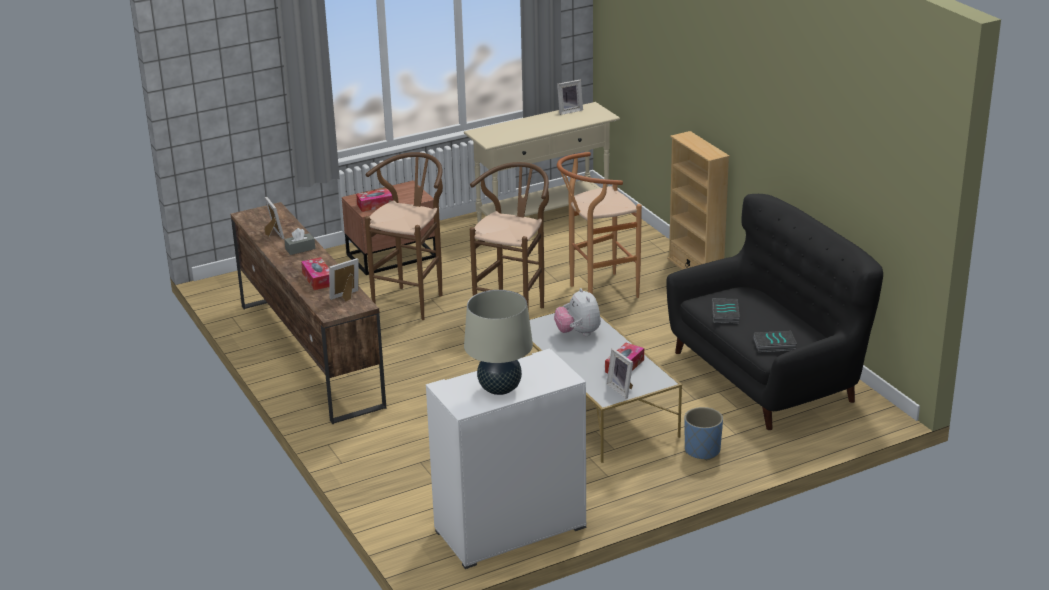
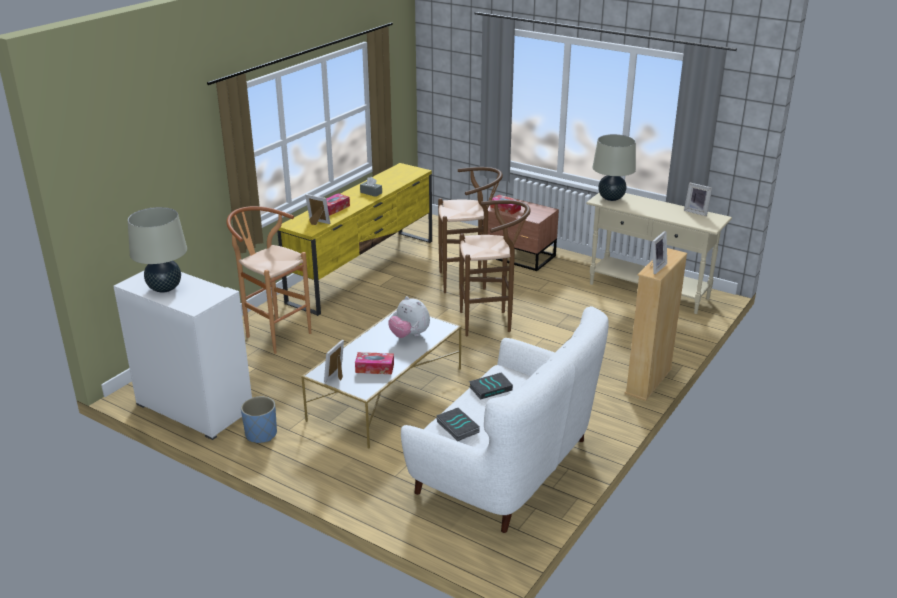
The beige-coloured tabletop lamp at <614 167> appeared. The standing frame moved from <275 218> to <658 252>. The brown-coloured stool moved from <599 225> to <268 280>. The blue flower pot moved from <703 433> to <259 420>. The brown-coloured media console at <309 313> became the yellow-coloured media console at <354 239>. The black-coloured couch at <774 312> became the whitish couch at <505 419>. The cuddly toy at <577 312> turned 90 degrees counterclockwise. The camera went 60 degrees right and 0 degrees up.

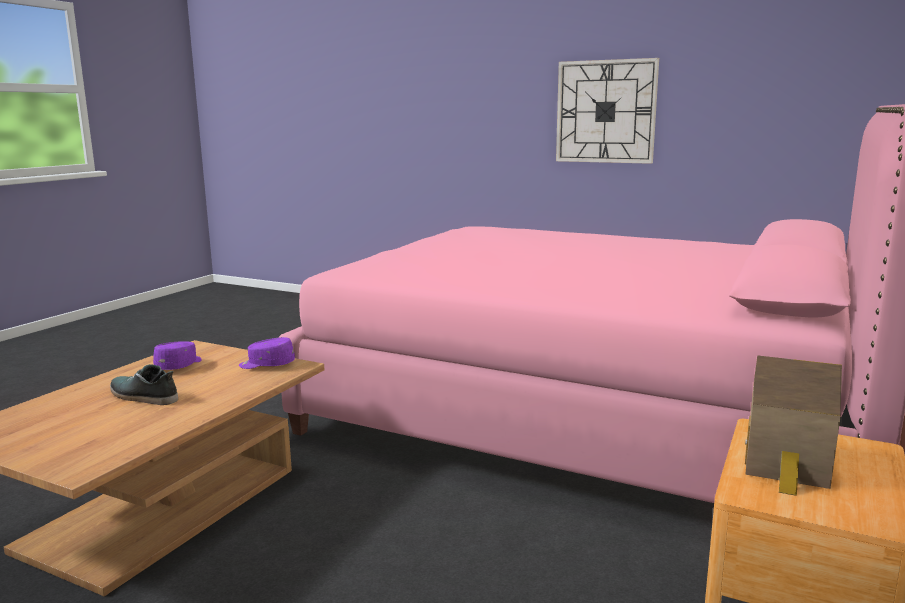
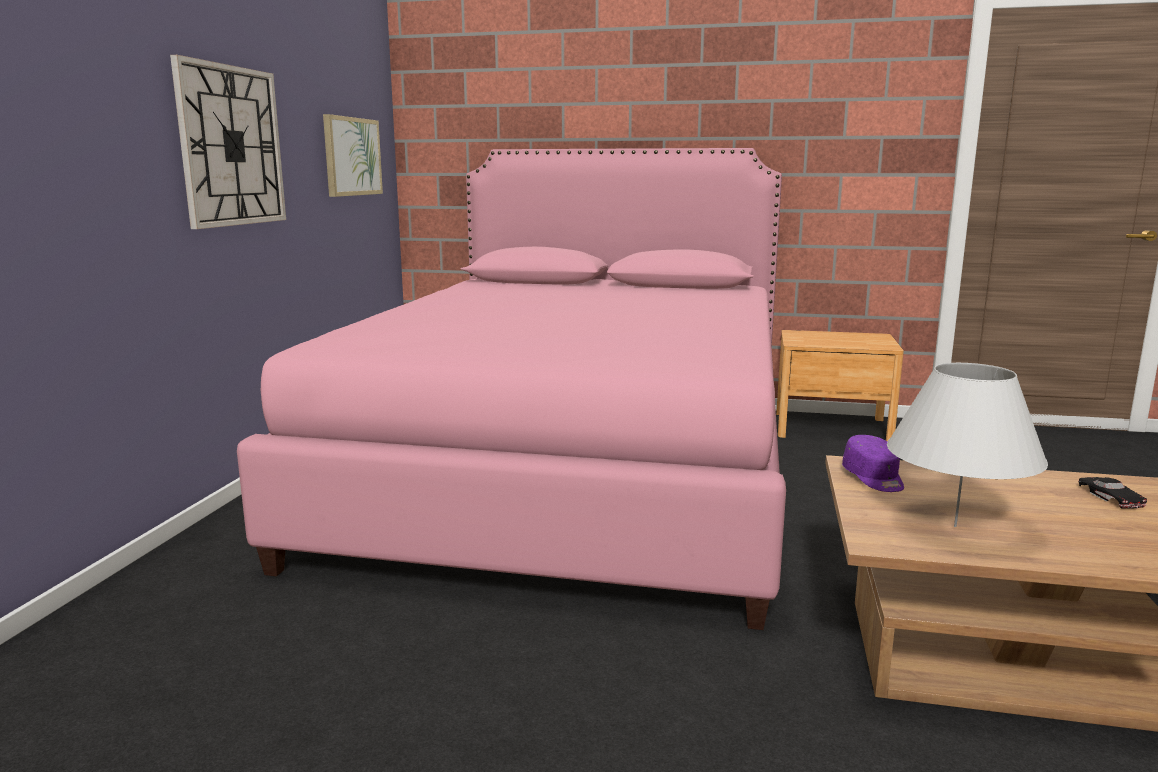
The item of footwear at <144 384> disappeared. The miniature house at <793 425> disappeared. The wall art at <353 155> appeared. The black-coloured miniature car at <1112 493> appeared. The purple-coloured peaked cap at <177 355> was replaced by the whitish tabletop lamp at <967 445>. The camera went 105 degrees left and 0 degrees up.

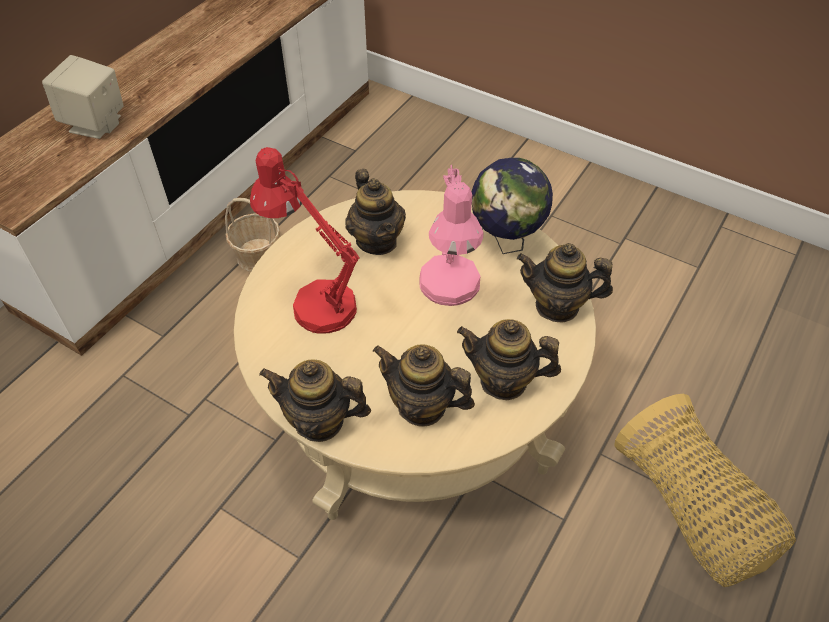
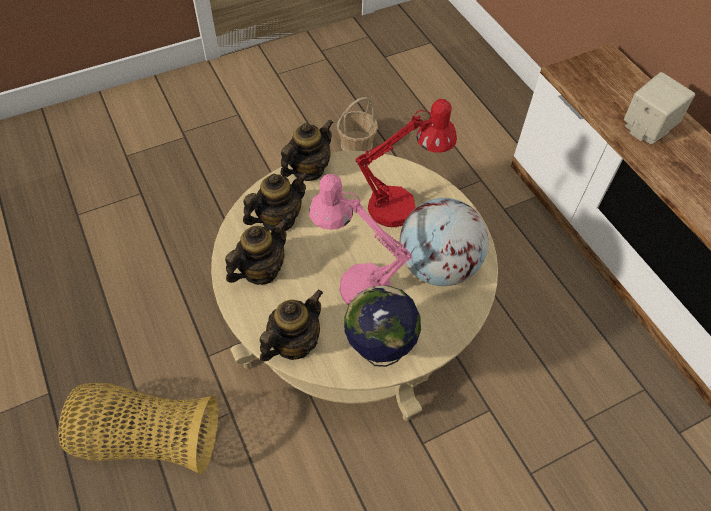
The household basket moved from <252 235> to <357 124>. The tea pot at <375 212> was replaced by the desk globe at <443 242>. The camera went 120 degrees right and 5 degrees up.

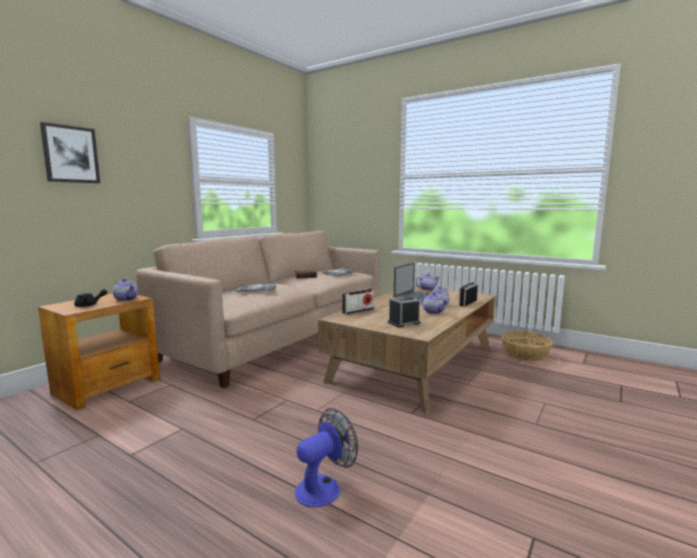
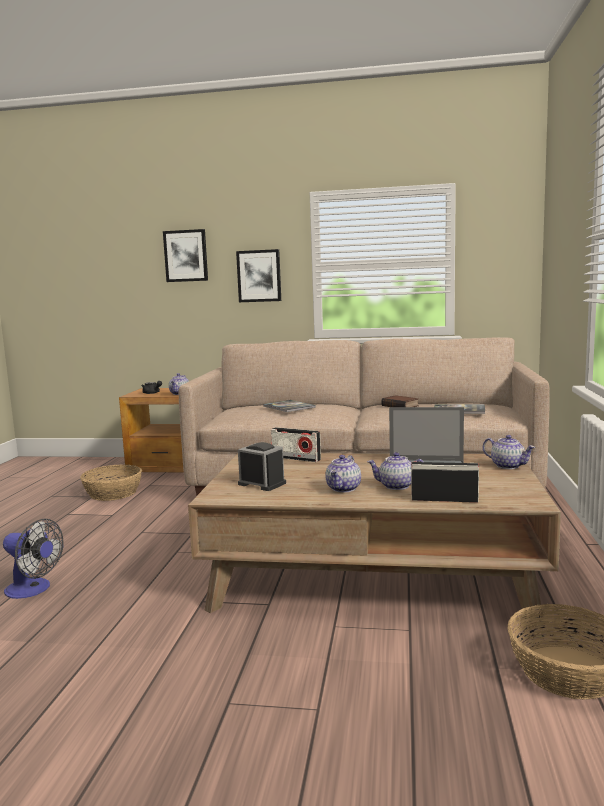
The household basket at <111 483> appeared. The wall art at <258 275> appeared. The camera went 65 degrees right and 0 degrees up.

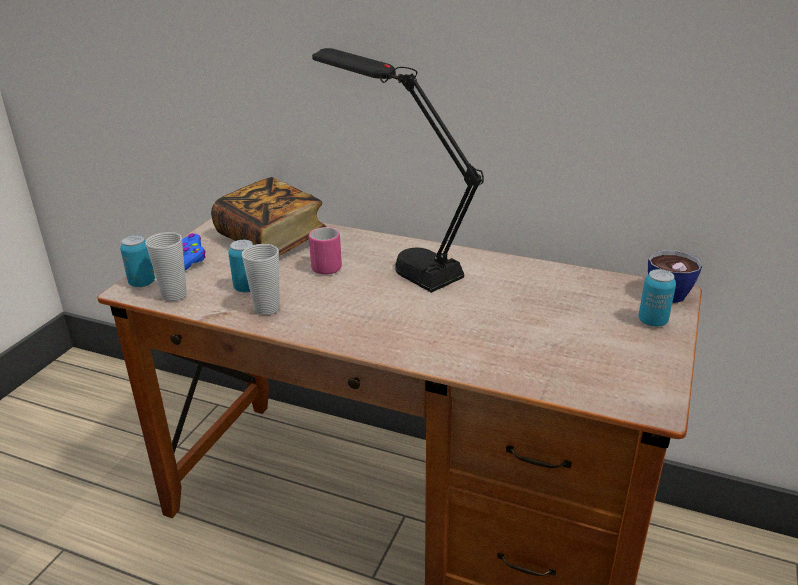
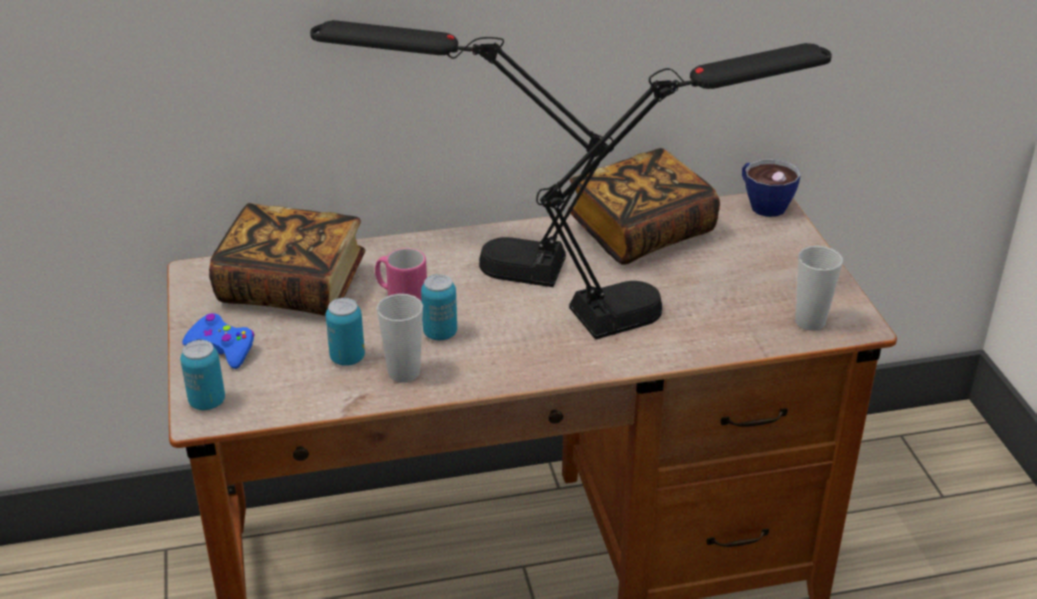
The black-coloured tabletop lamp at <684 191> appeared. The book at <644 206> appeared. The small cup moved from <166 266> to <819 288>. The metal can moved from <657 298> to <439 307>. The camera went 35 degrees left and 5 degrees up.

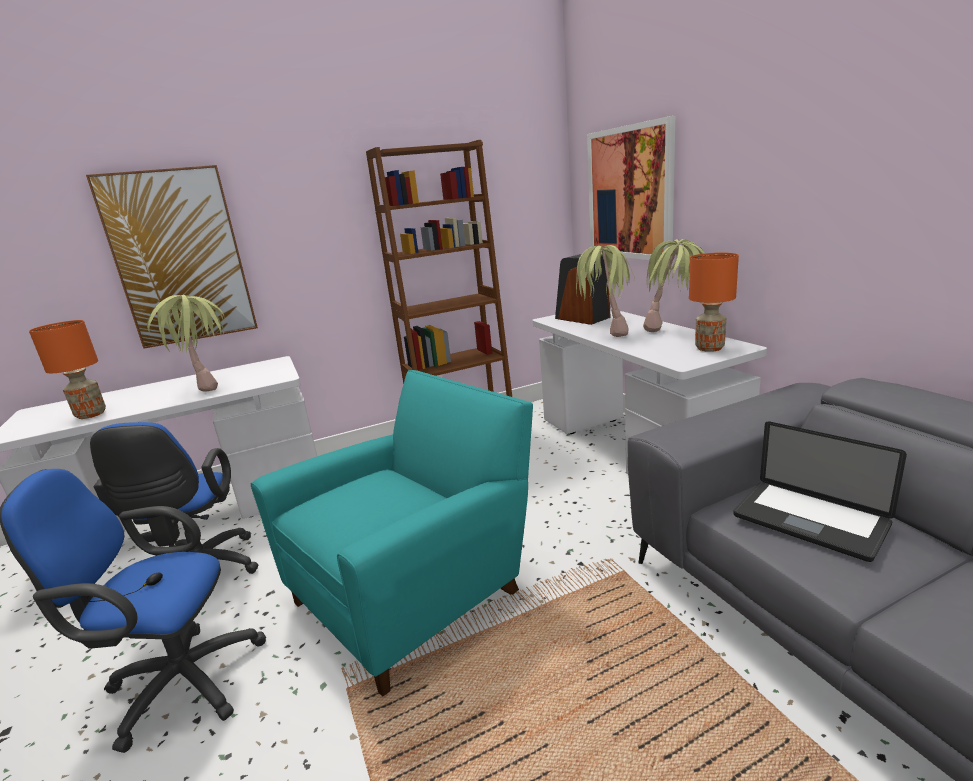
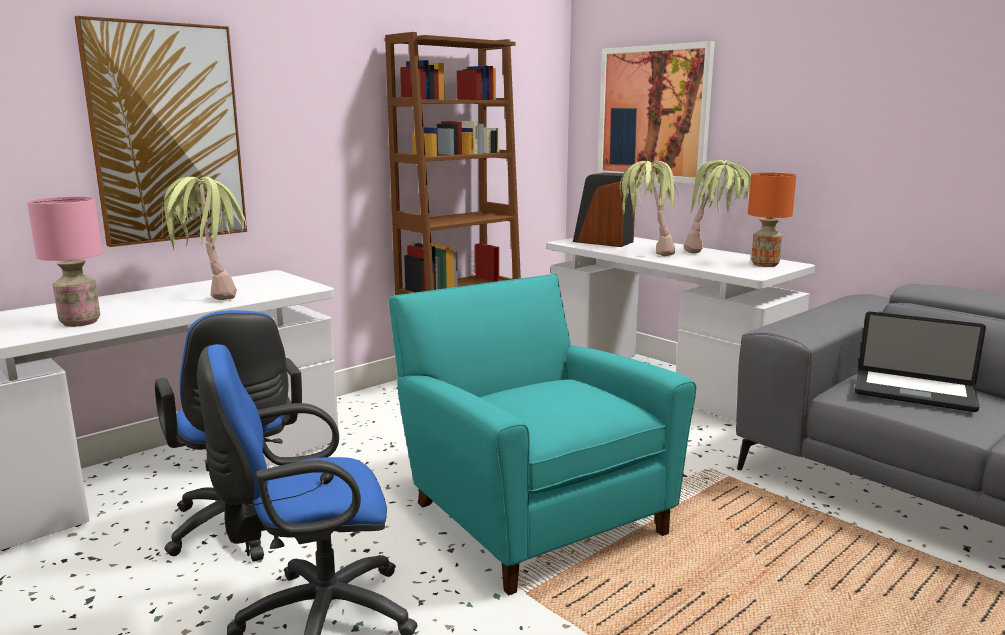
The orange-coloured tabletop lamp at <67 369> became the pink tabletop lamp at <65 261>. The blue-green lounge chair at <392 533> turned 60 degrees counterclockwise. The camera went 20 degrees left and 5 degrees down.

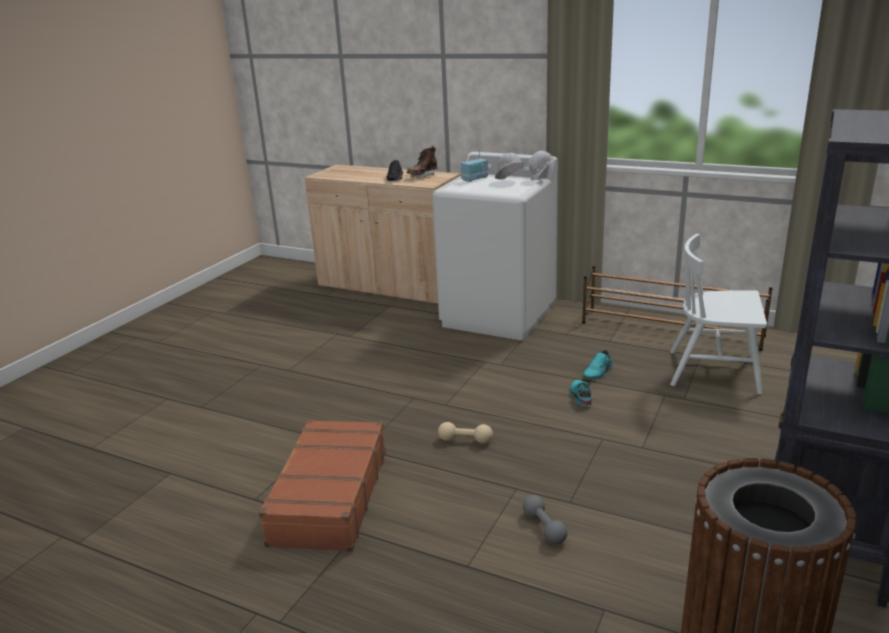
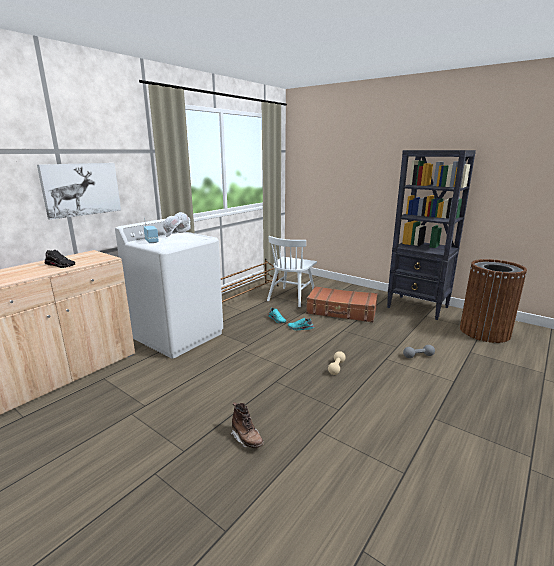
The wall art at <79 191> appeared. The brown-coloured travel case moved from <322 486> to <342 304>. The brown-coloured boot moved from <422 162> to <247 425>. The camera went 80 degrees left and 5 degrees down.

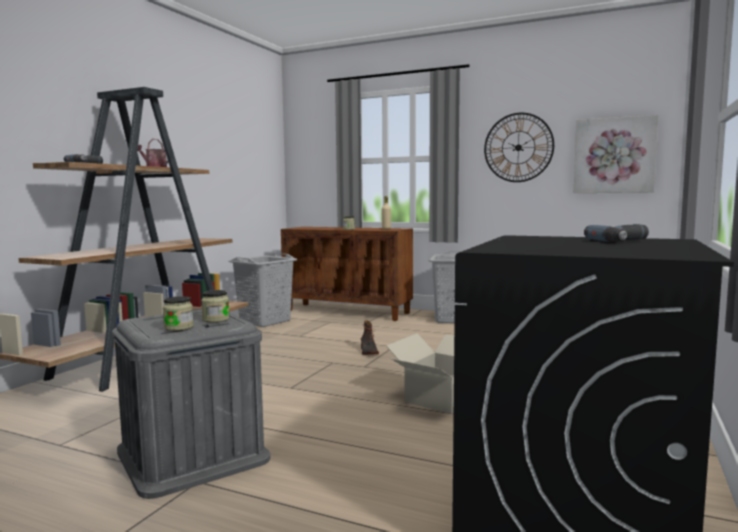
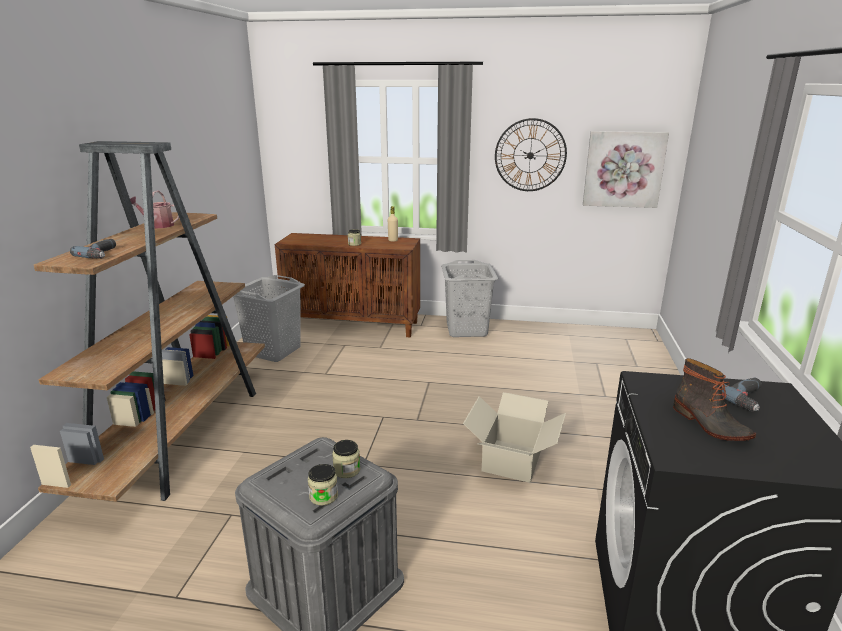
The boot moved from <370 337> to <715 399>. The camera went 15 degrees left and 15 degrees up.

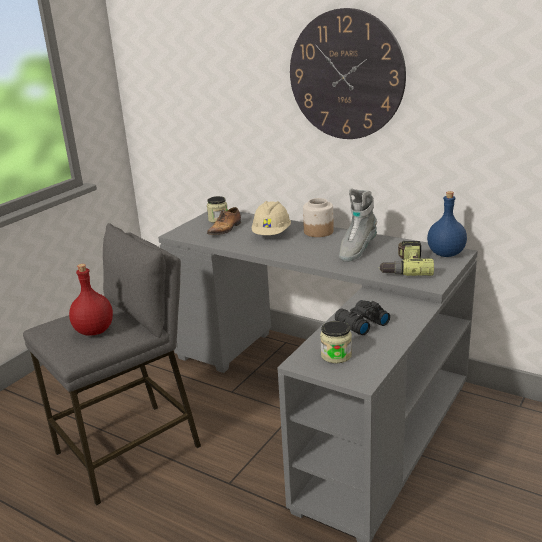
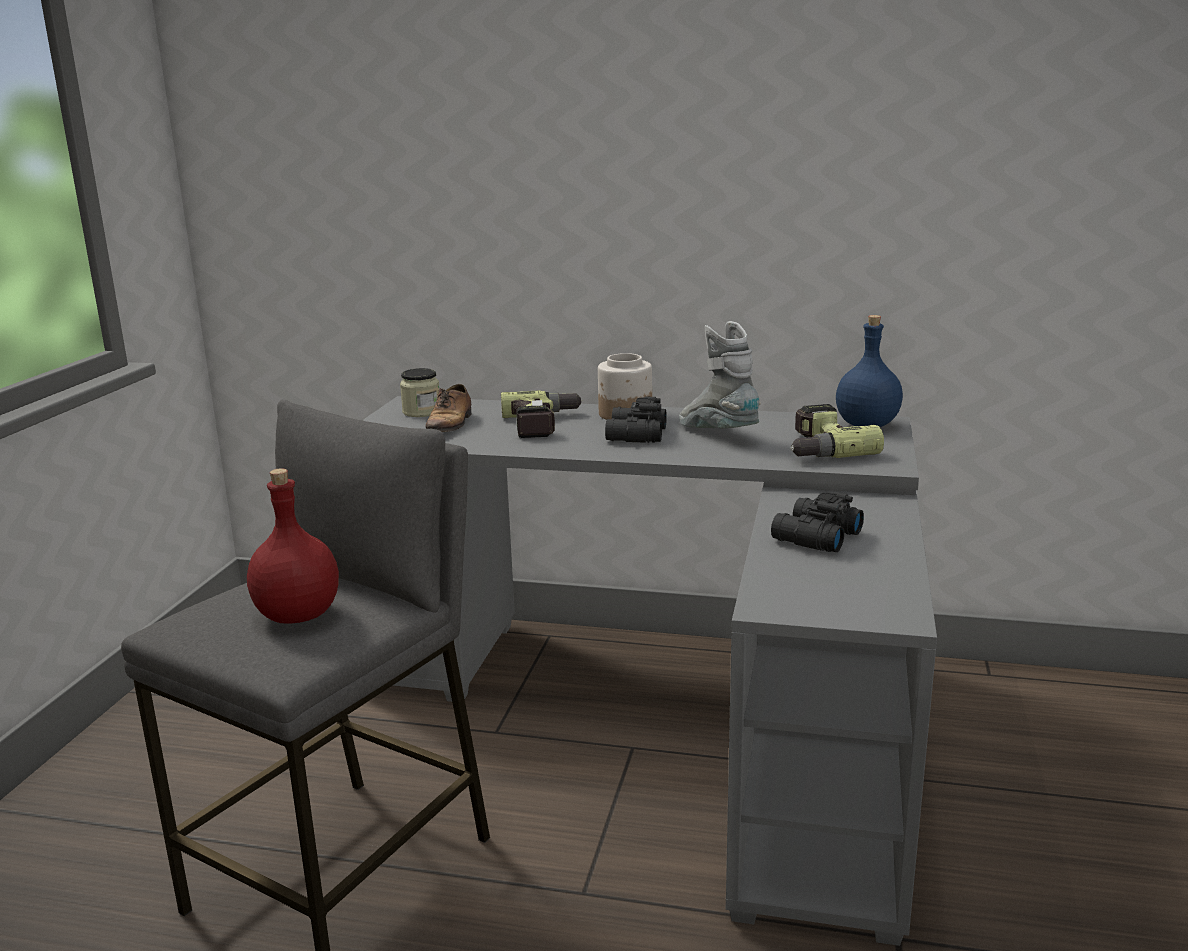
The wall clock at <348 73> disappeared. The jar at <336 342> disappeared. The black-coloured field glasses at <636 420> appeared. The beige-coloured safety helmet at <271 218> was replaced by the electric drill at <542 414>. The greyish boot at <358 225> turned 135 degrees clockwise. The camera went 20 degrees left and 5 degrees down.

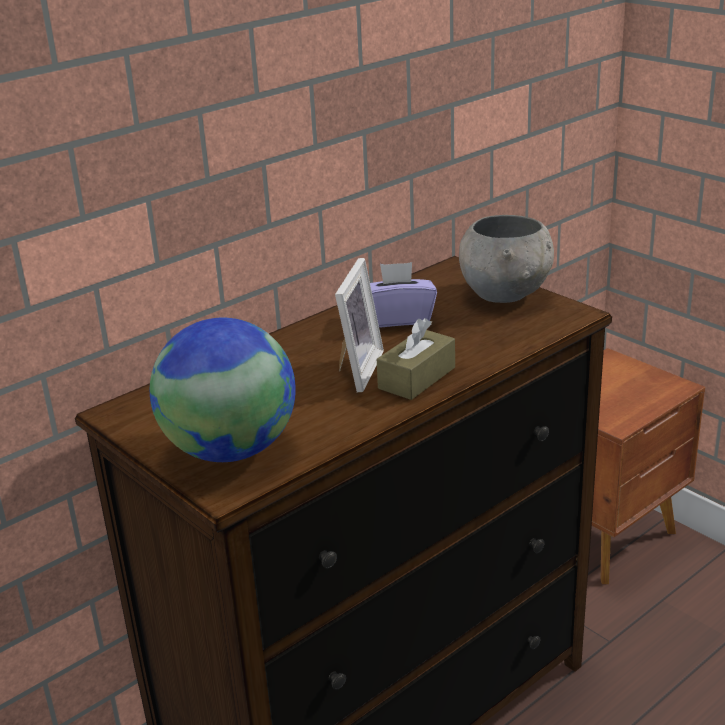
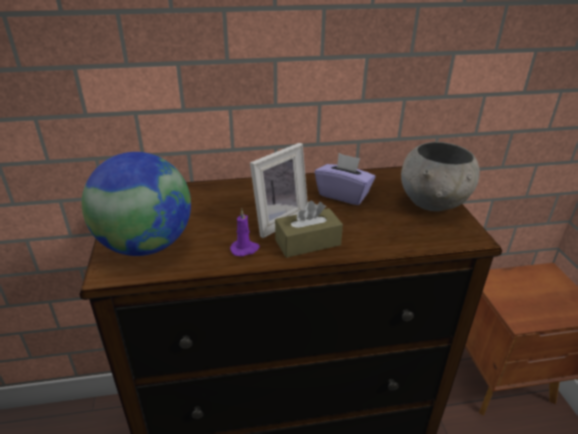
The purple-coloured candle at <245 232> appeared. The camera went 30 degrees right and 5 degrees up.

